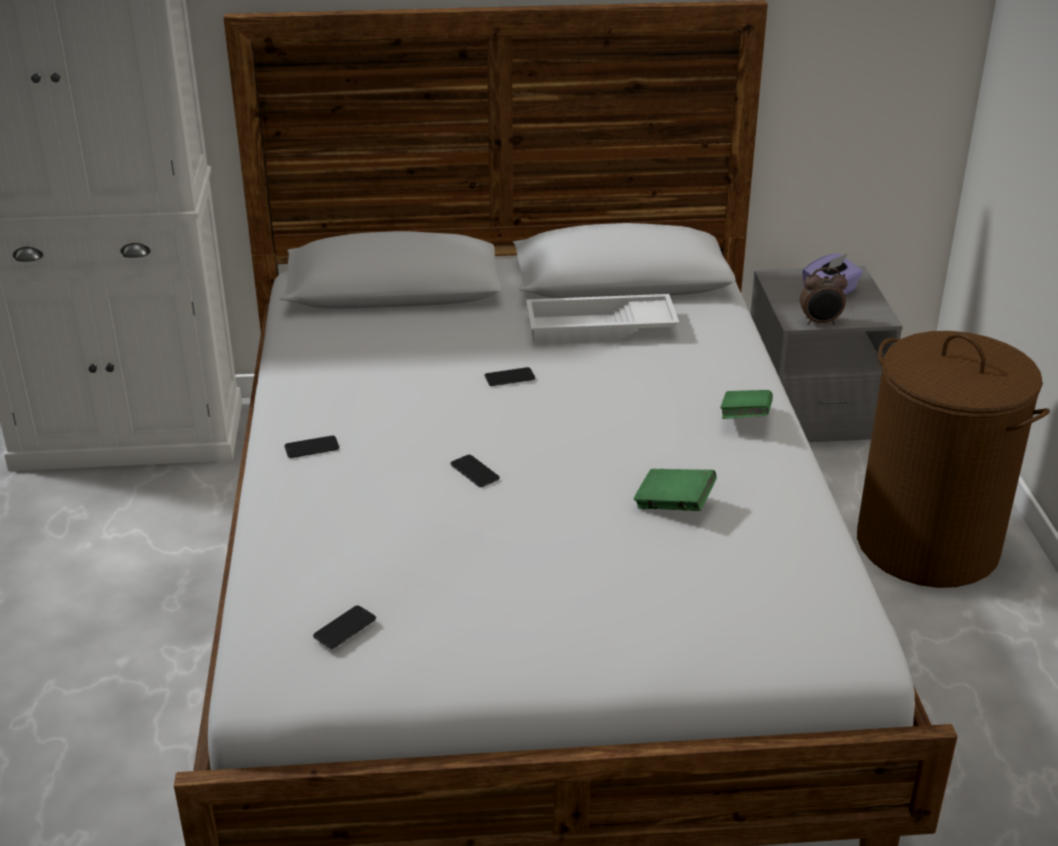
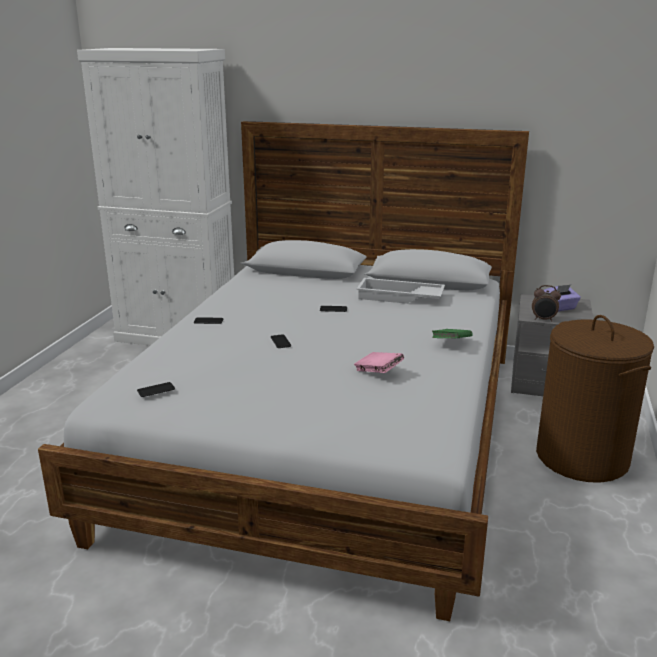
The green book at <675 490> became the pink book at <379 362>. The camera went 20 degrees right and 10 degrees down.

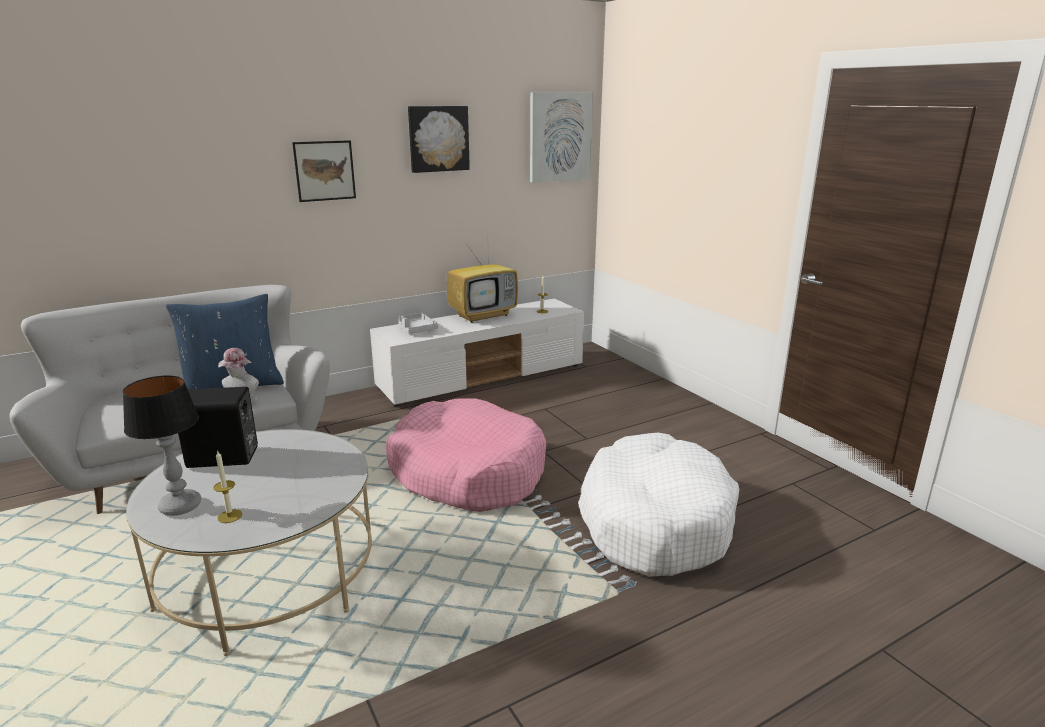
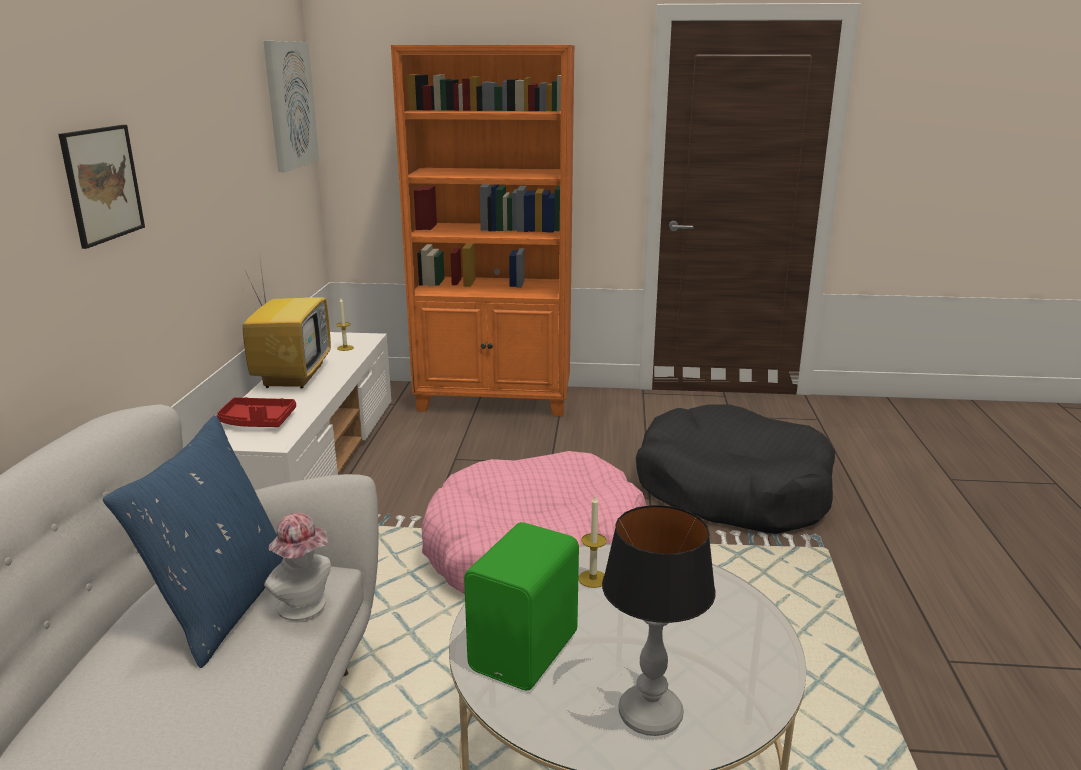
The wall art at <439 139> disappeared. The orange-coloured shelving unit at <483 231> appeared. The candle moved from <228 486> to <592 541>. The black-coloured speaker at <218 427> became the green speaker at <521 606>. The greyish carrying tray at <418 323> became the red carrying tray at <256 412>. The whitish pet bed at <658 505> became the black-coloured pet bed at <735 469>. The camera went 55 degrees left and 0 degrees up.

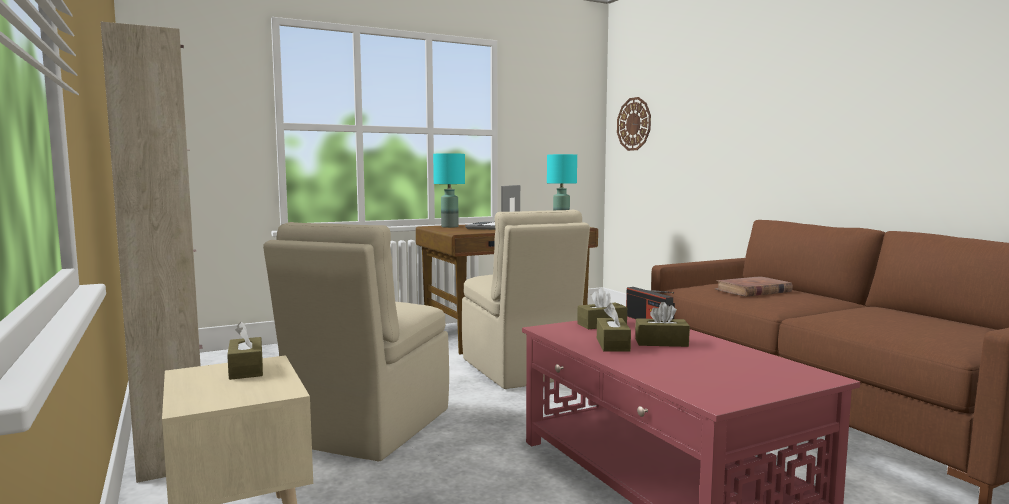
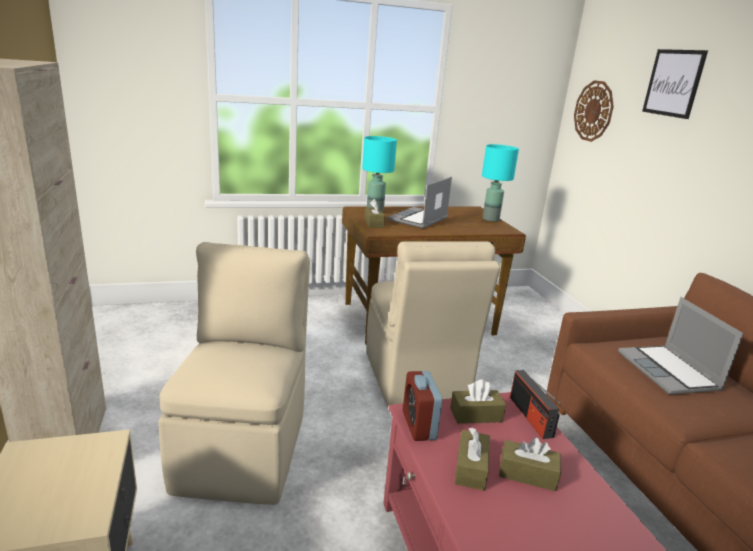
The alarm clock at <423 406> appeared. The wall art at <675 84> appeared. The brown-coloured box of tissues moved from <245 351> to <375 213>. The brown-coloured book at <754 286> was replaced by the notebook computer at <681 345>. The beige-coloured chair at <356 342> turned 150 degrees clockwise. The camera went 10 degrees right and 15 degrees up.

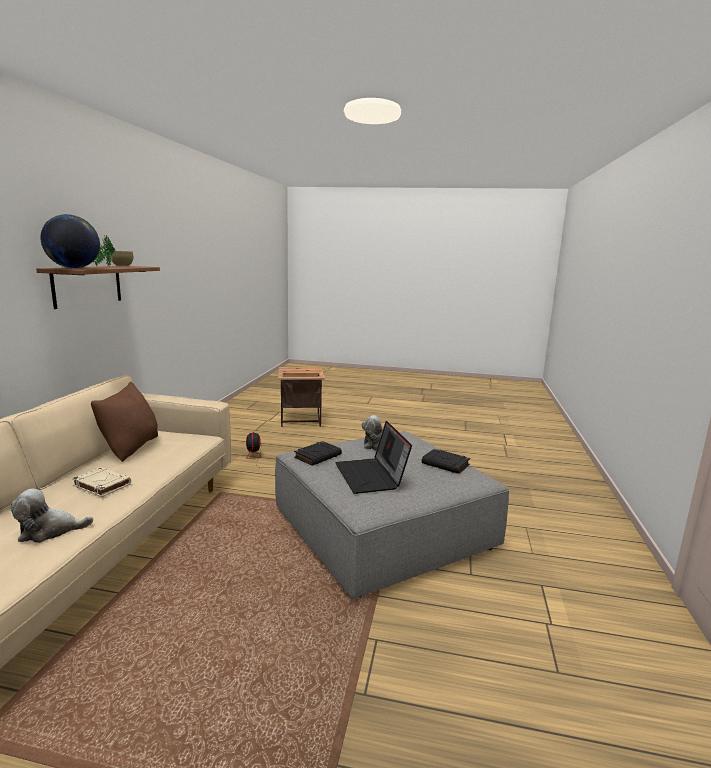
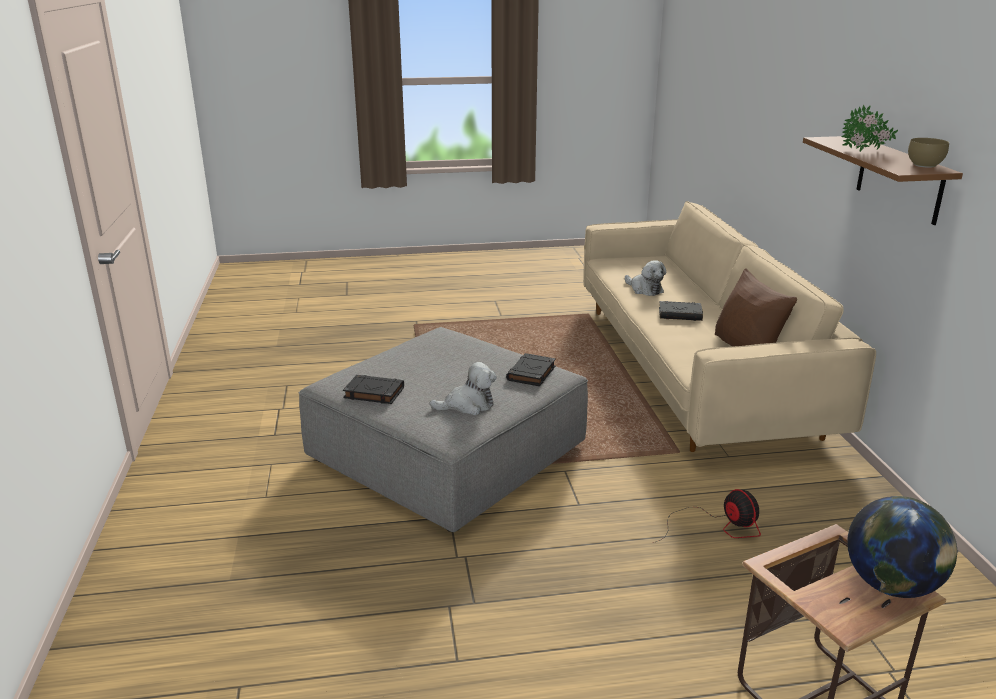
The notebook computer at <373 457> disappeared. The desk globe moved from <70 241> to <902 547>. The beige-coloured book at <101 482> became the black-coloured book at <681 311>. The cuddly toy at <51 516> turned 90 degrees clockwise. The camera went 160 degrees right and 10 degrees up.

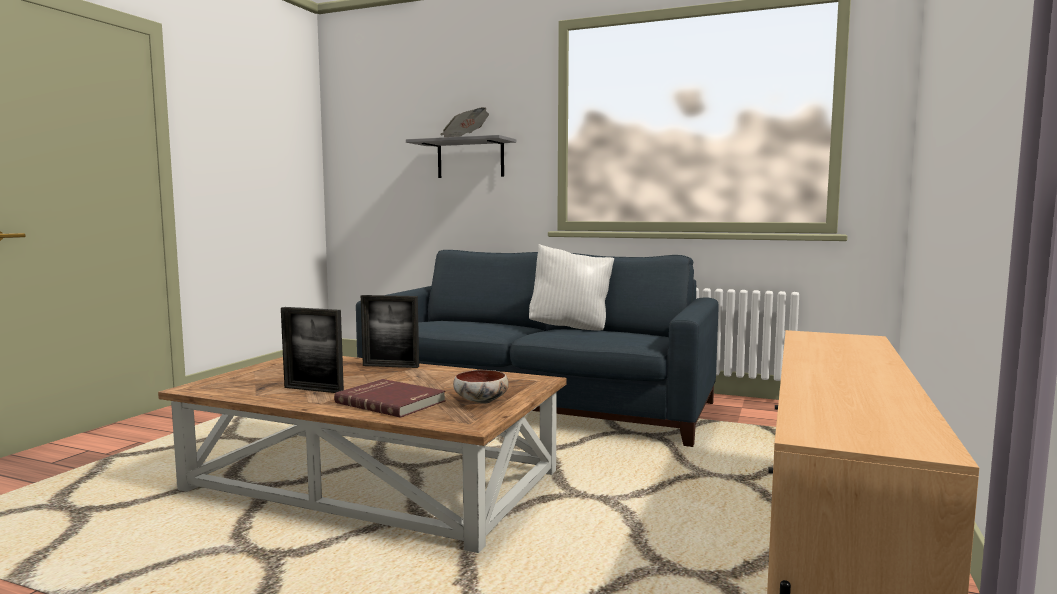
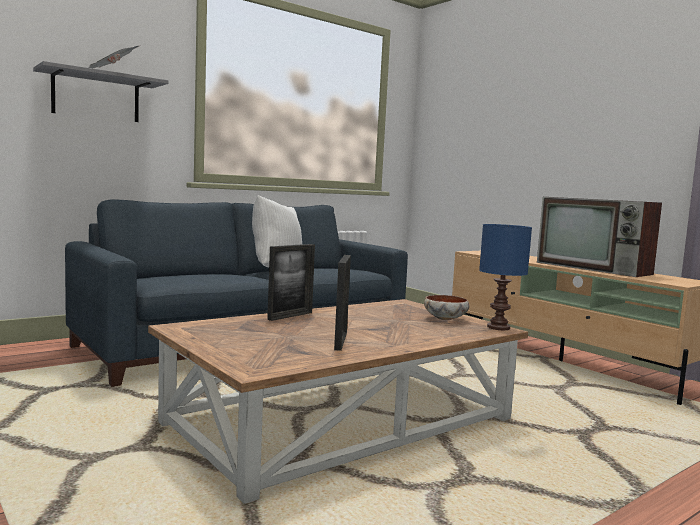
The red book at <390 398> disappeared. The blue tabletop lamp at <505 277> appeared. The television at <599 237> appeared. The standing frame at <312 350> turned 45 degrees counterclockwise. The camera went 60 degrees left and 0 degrees up.

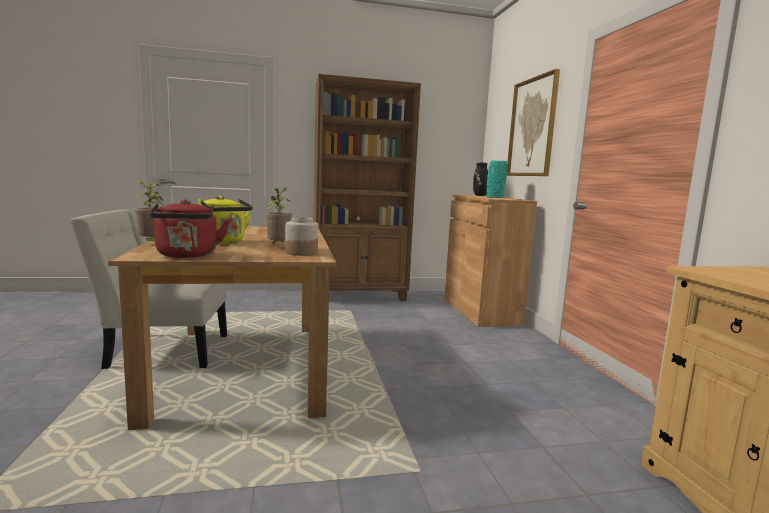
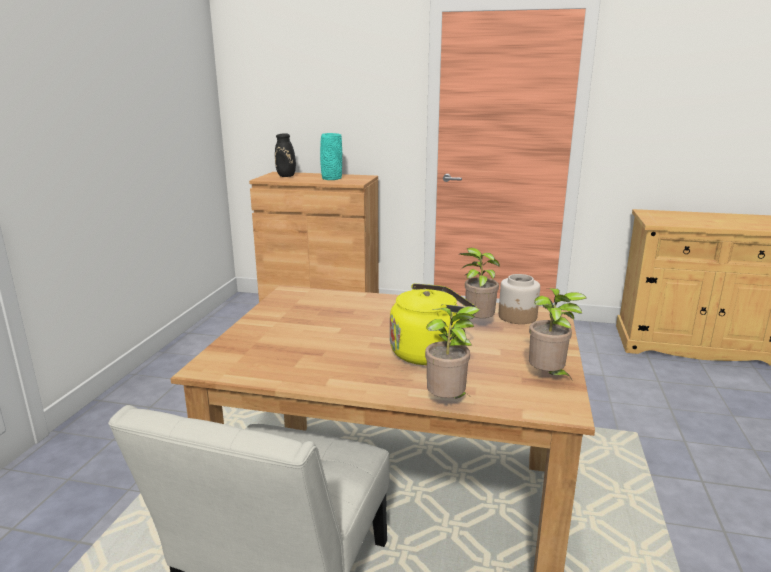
The brown-coloured shelving unit at <367 187> disappeared. The wall art at <533 122> disappeared. The red tea kettle at <189 228> was replaced by the houseplant at <558 334>. The camera went 65 degrees left and 10 degrees up.

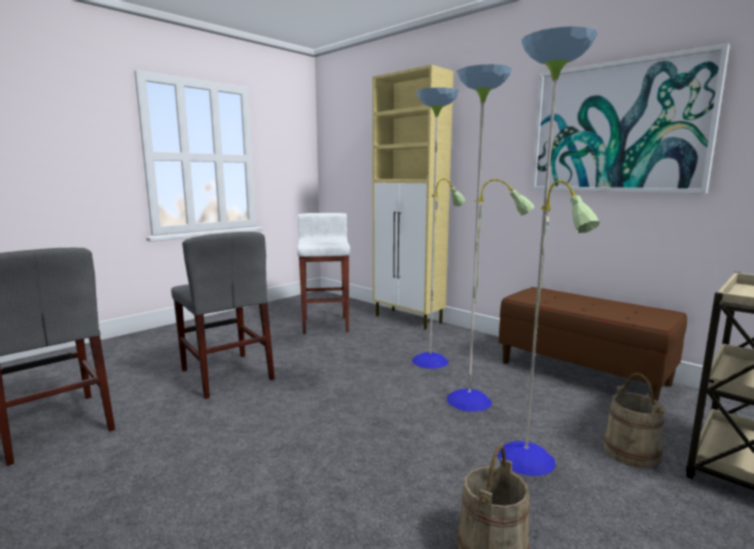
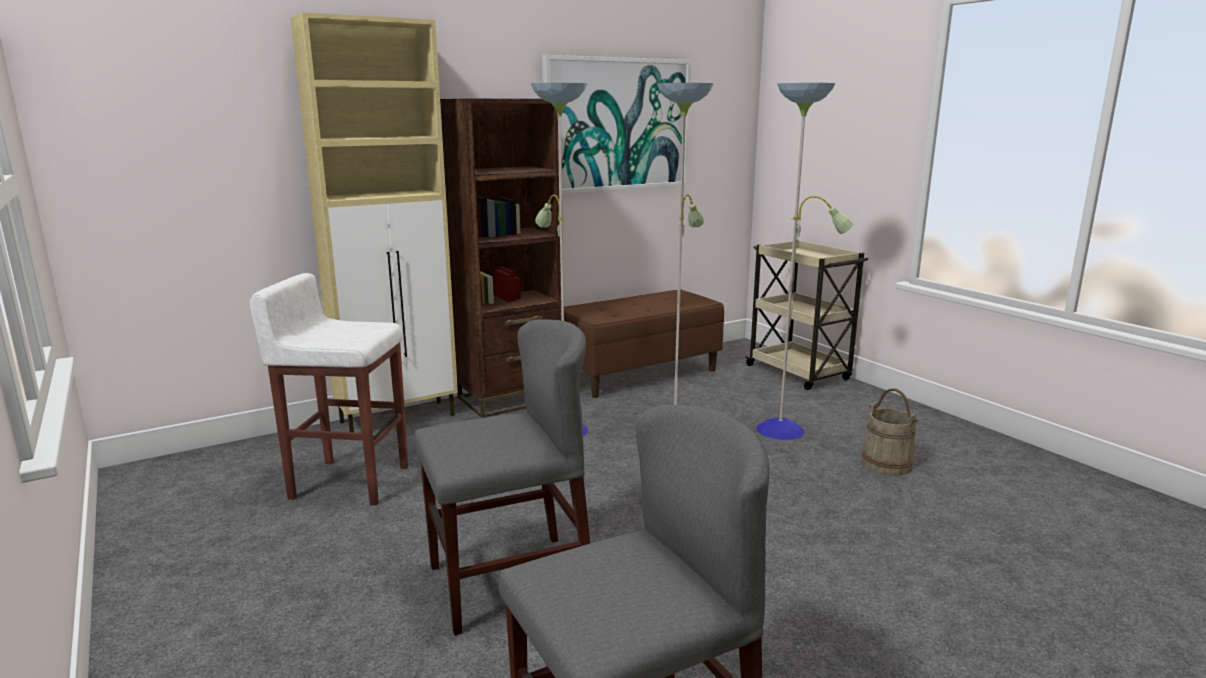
The beige-coloured water bucket at <634 420> disappeared. The brown-coloured shelving unit at <500 258> appeared. The camera went 75 degrees left and 5 degrees up.

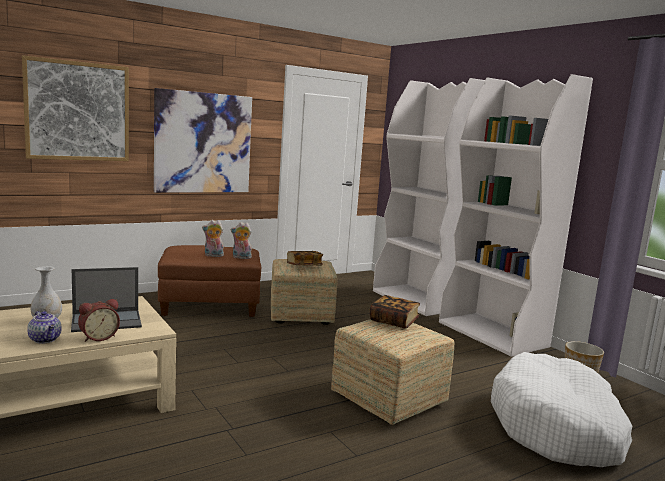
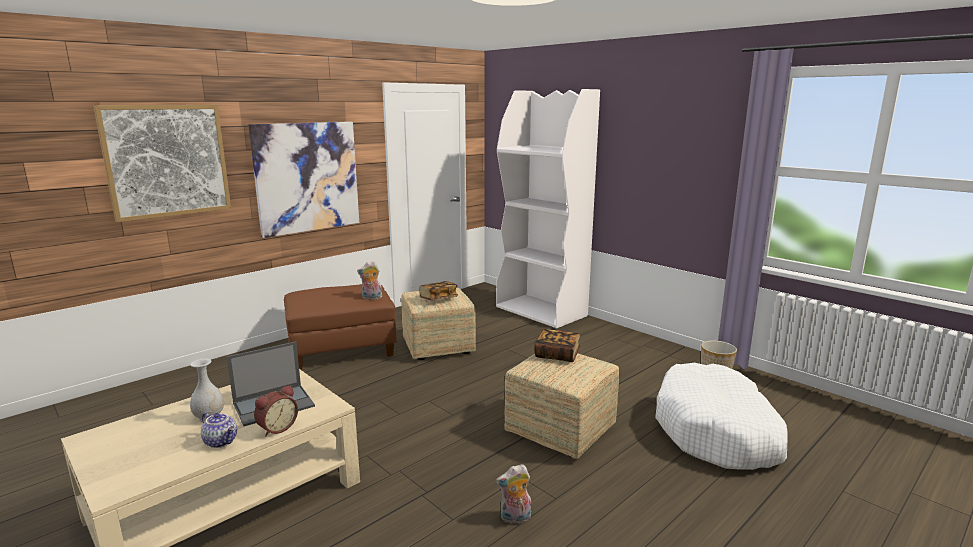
The whitish shelving unit at <516 215> disappeared. The cuddly toy moved from <213 238> to <513 494>. The camera went 10 degrees left and 5 degrees up.

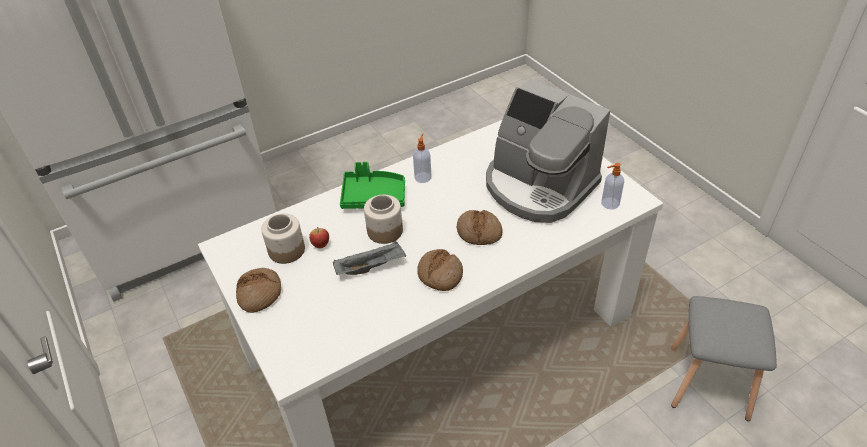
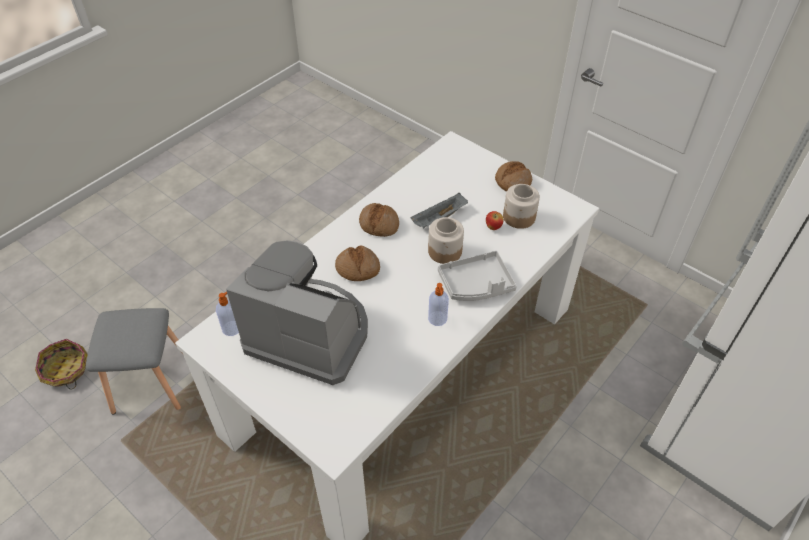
The household basket at <61 364> appeared. The green carrying tray at <372 185> became the greyish carrying tray at <477 276>. The camera went 160 degrees right and 5 degrees up.

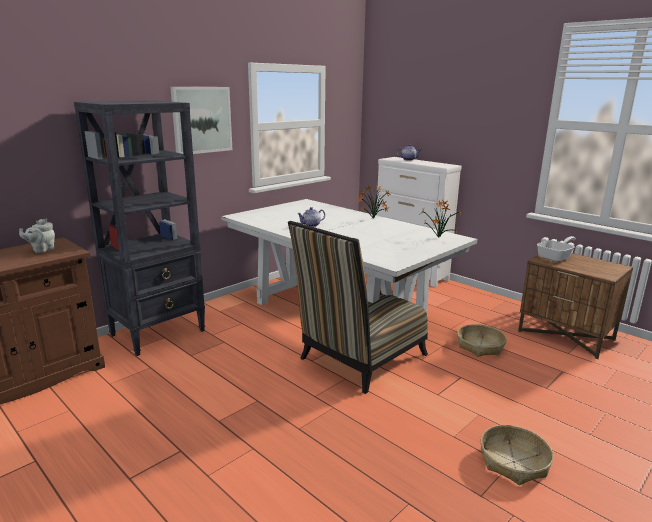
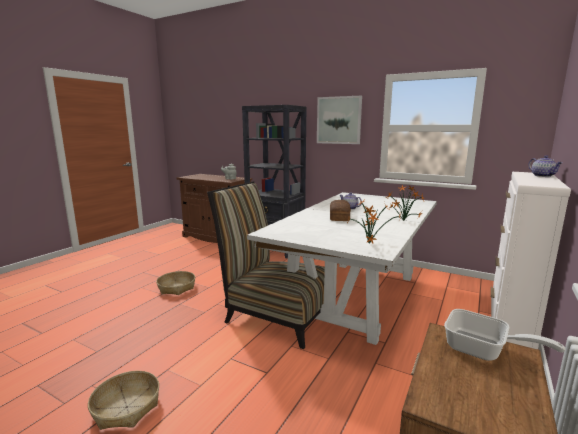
The baked bread at <340 210> appeared. The household basket moved from <482 340> to <175 283>. The camera went 75 degrees right and 5 degrees down.

